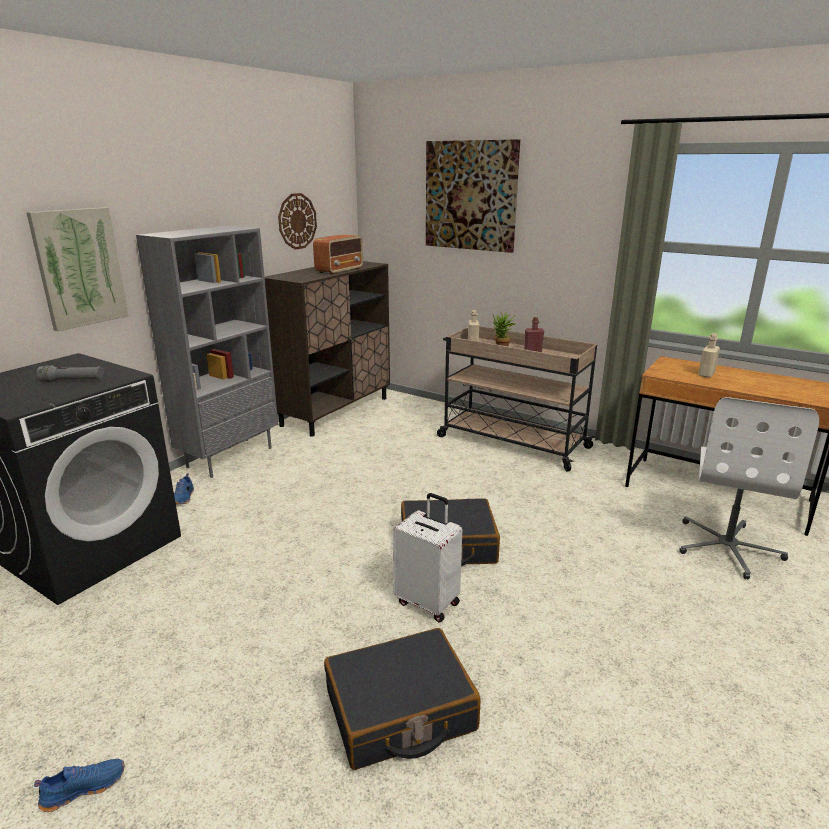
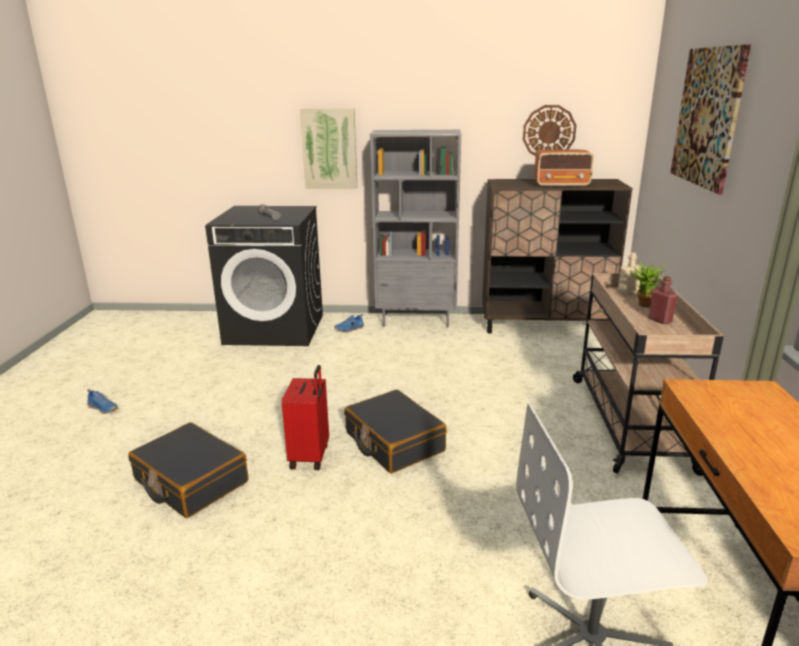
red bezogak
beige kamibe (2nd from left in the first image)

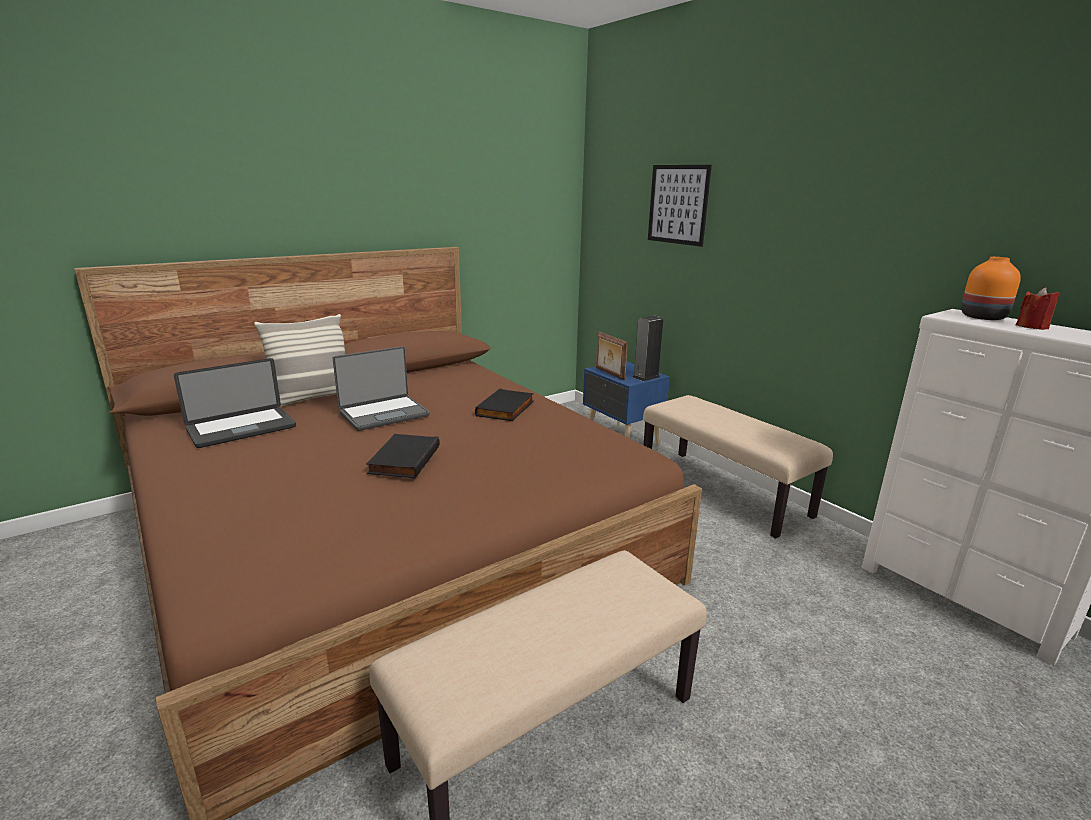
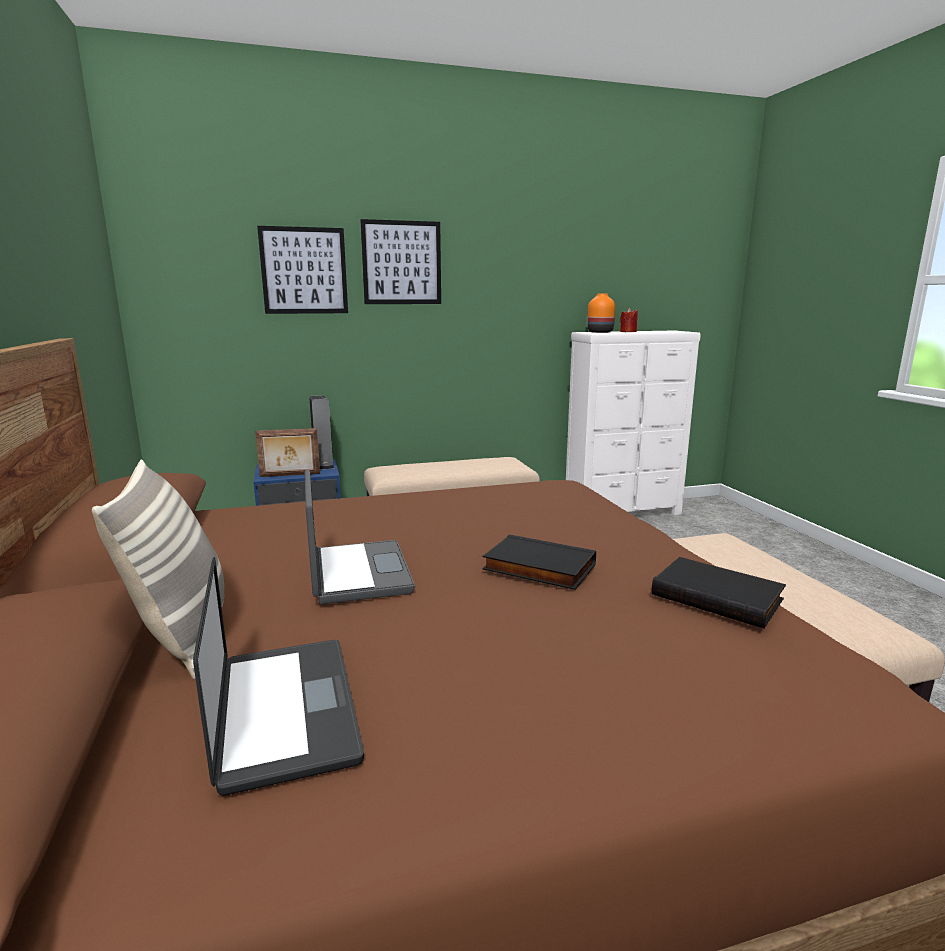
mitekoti (2nd from left)
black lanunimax (2nd from left)

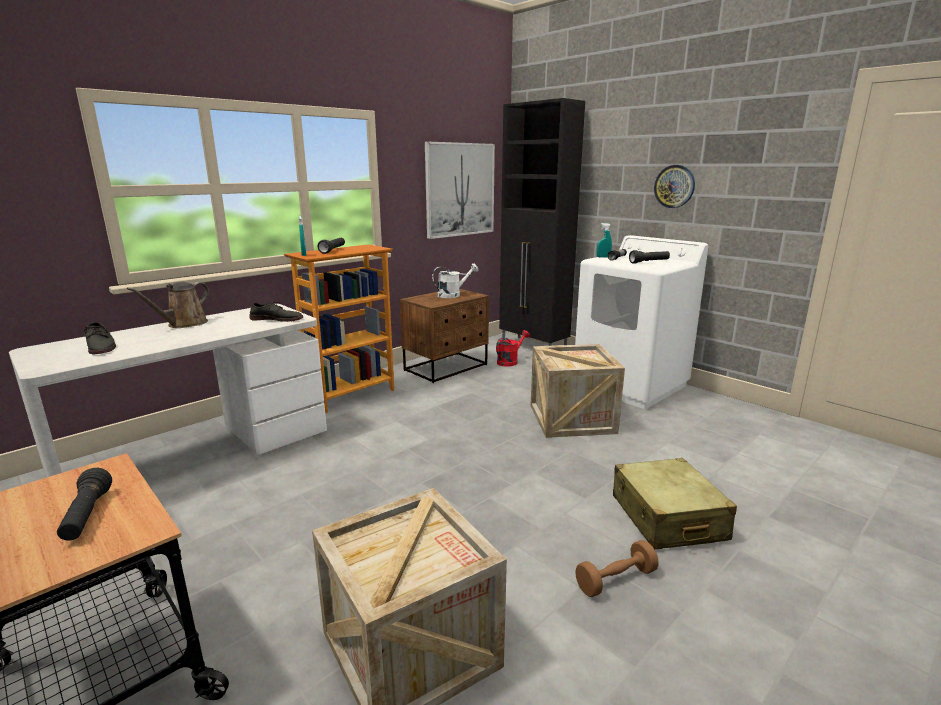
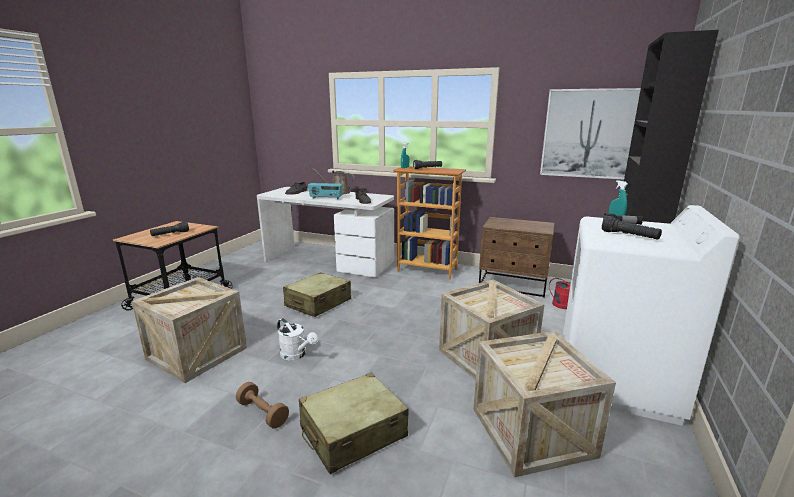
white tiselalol
beige bezogak (1st from left)
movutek
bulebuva (3rd from left)
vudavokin

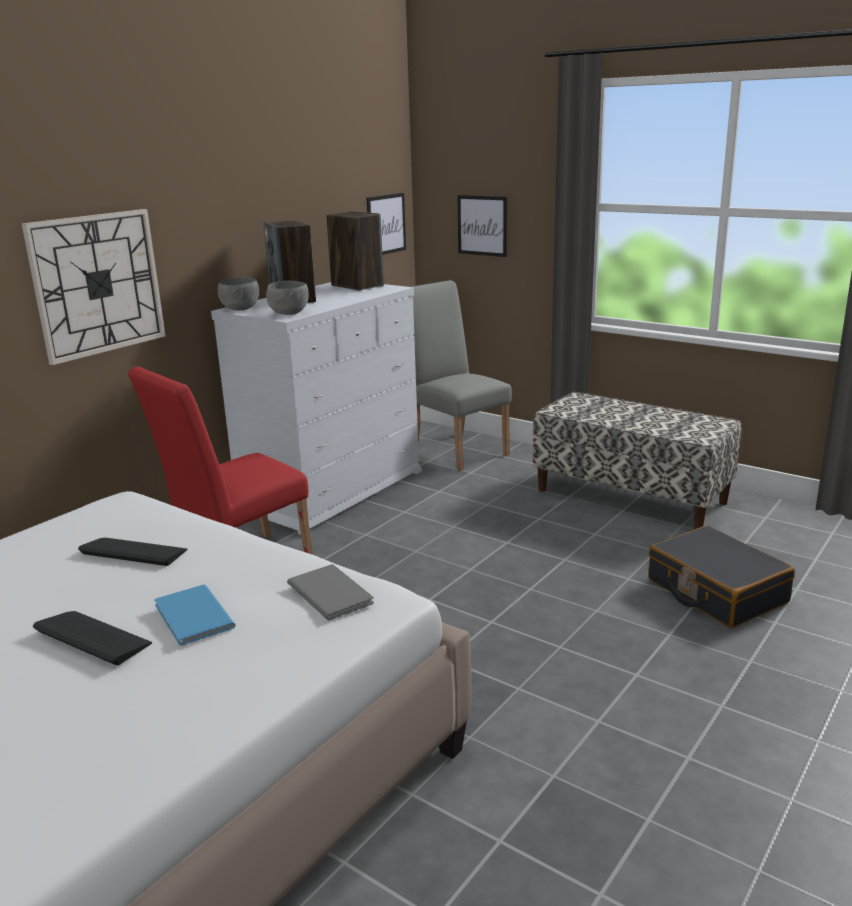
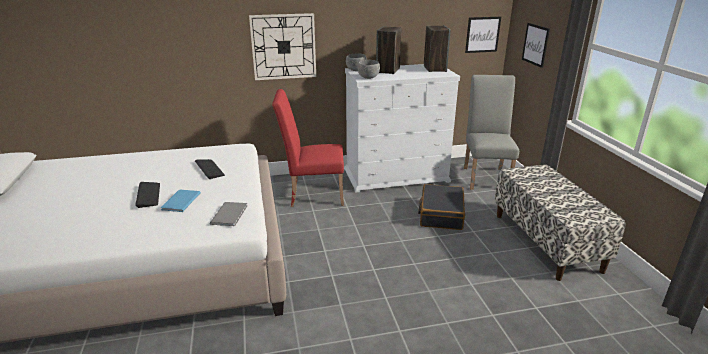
black bezogak

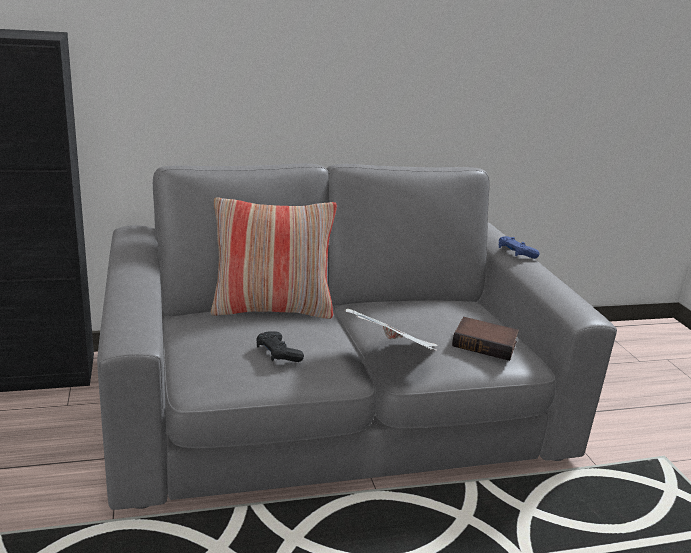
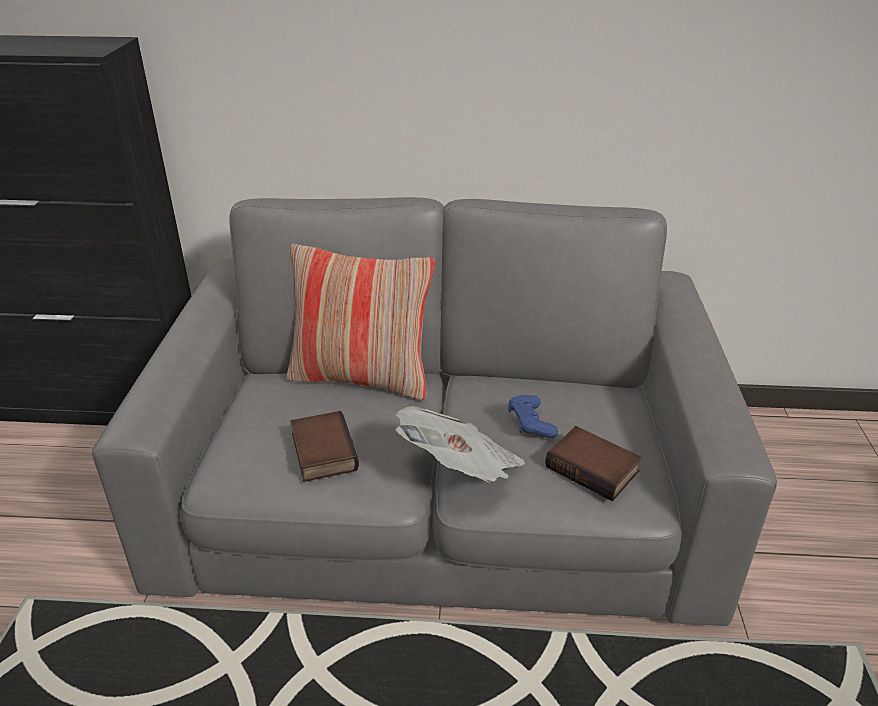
lanunimax (1st from left)
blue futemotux

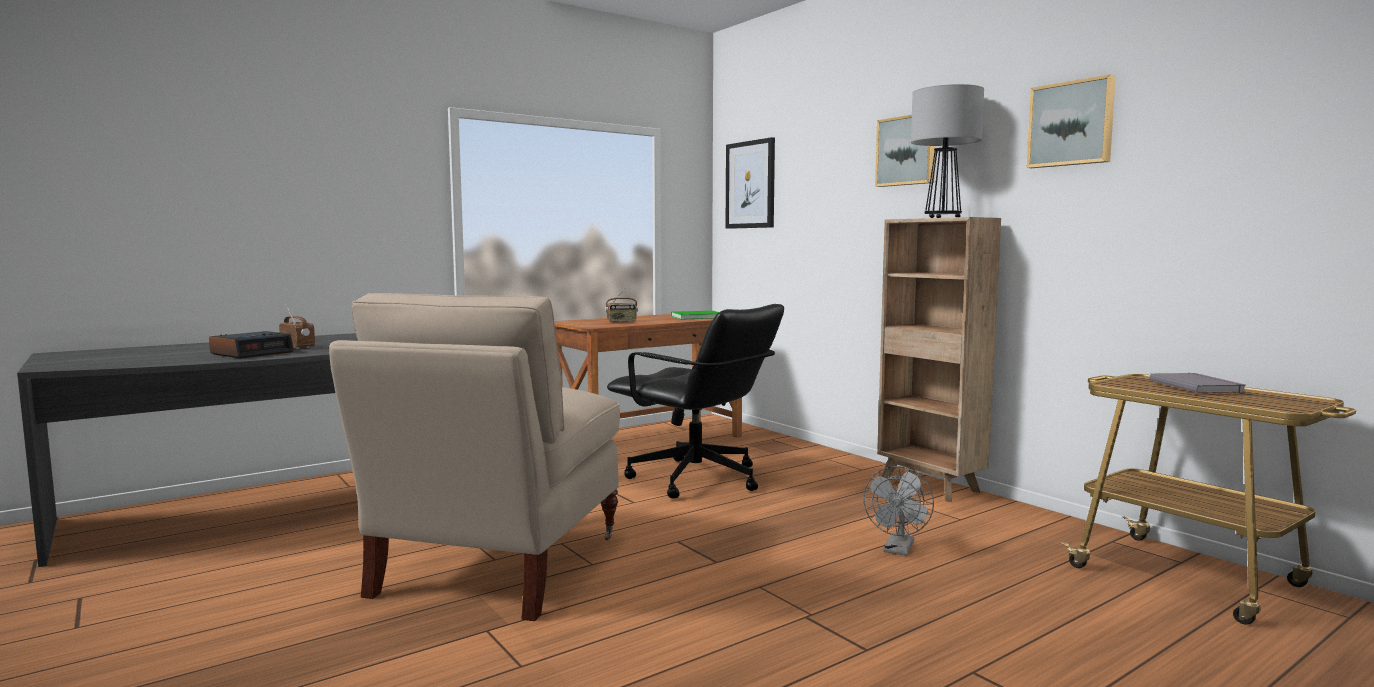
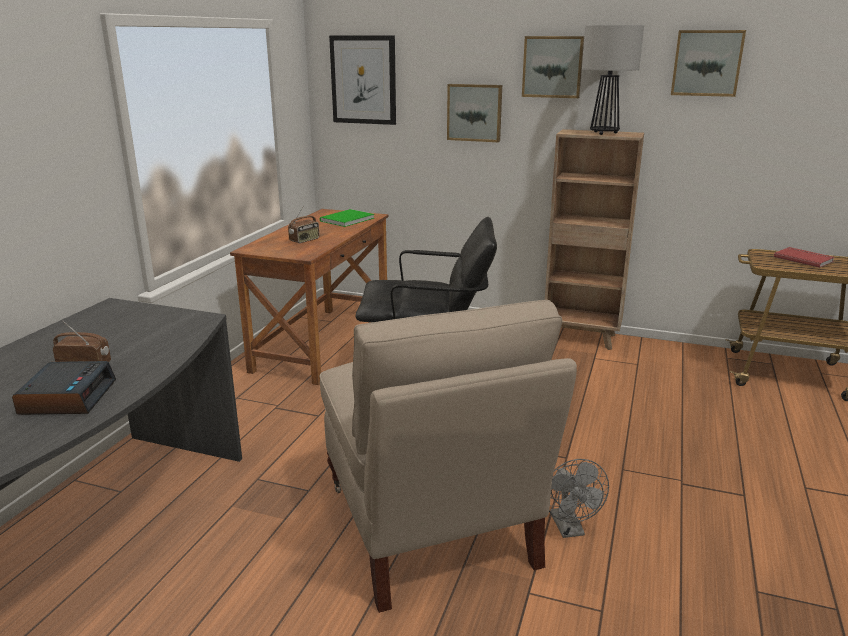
mitekoti (2nd from left)
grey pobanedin
red lanunimax

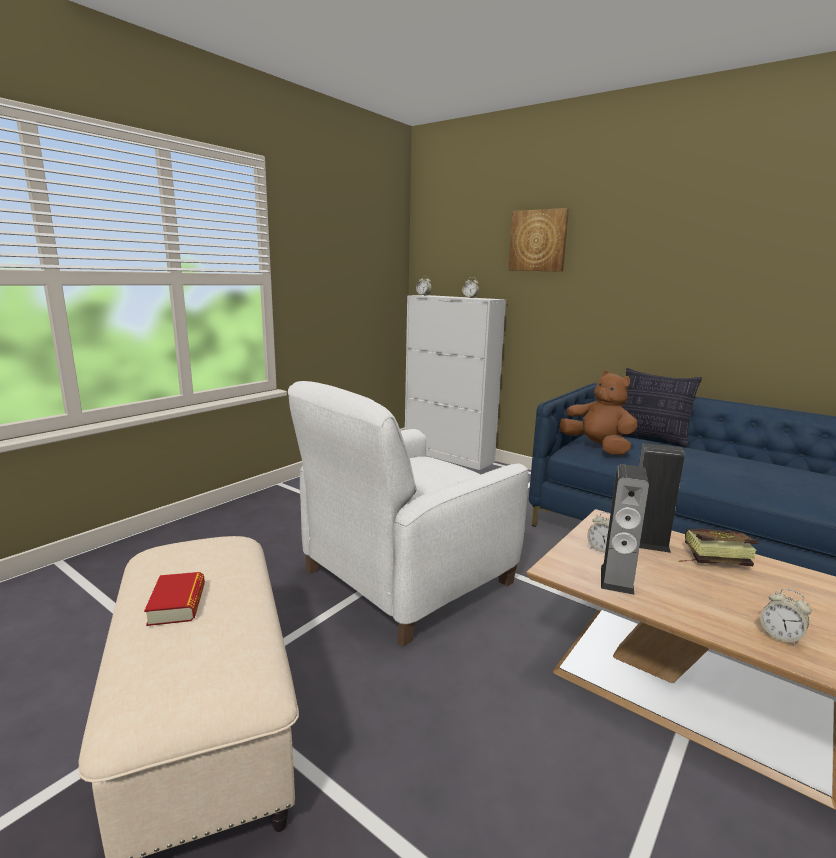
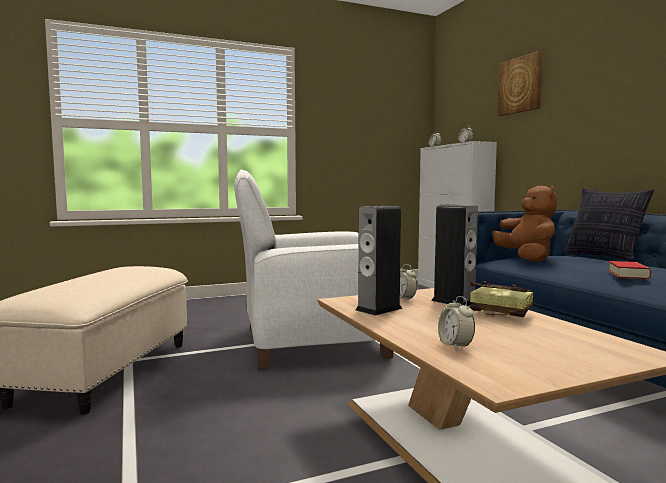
lanunimax (2nd from left)

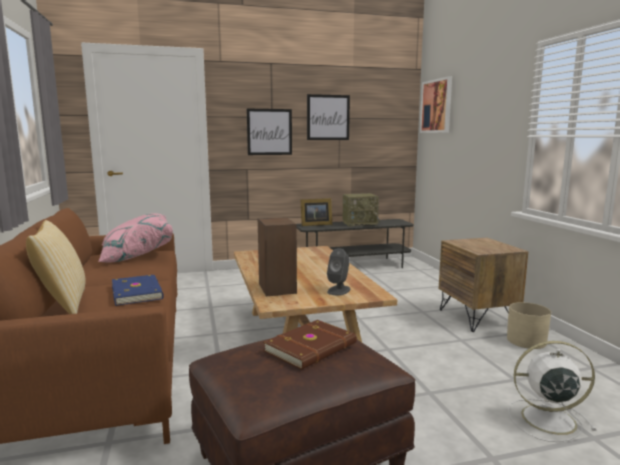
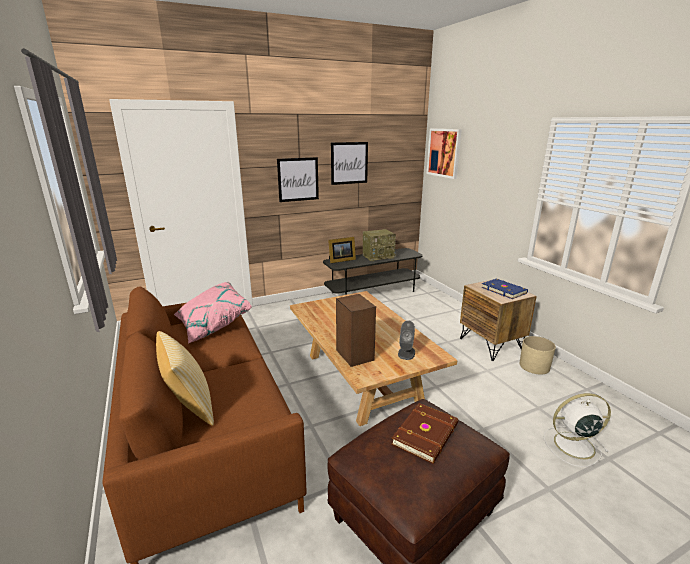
blue lanunimax

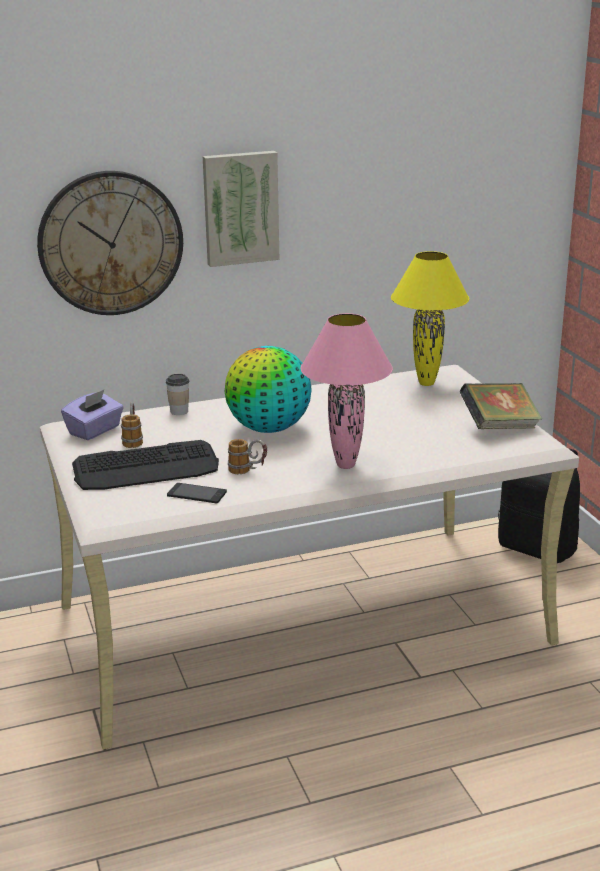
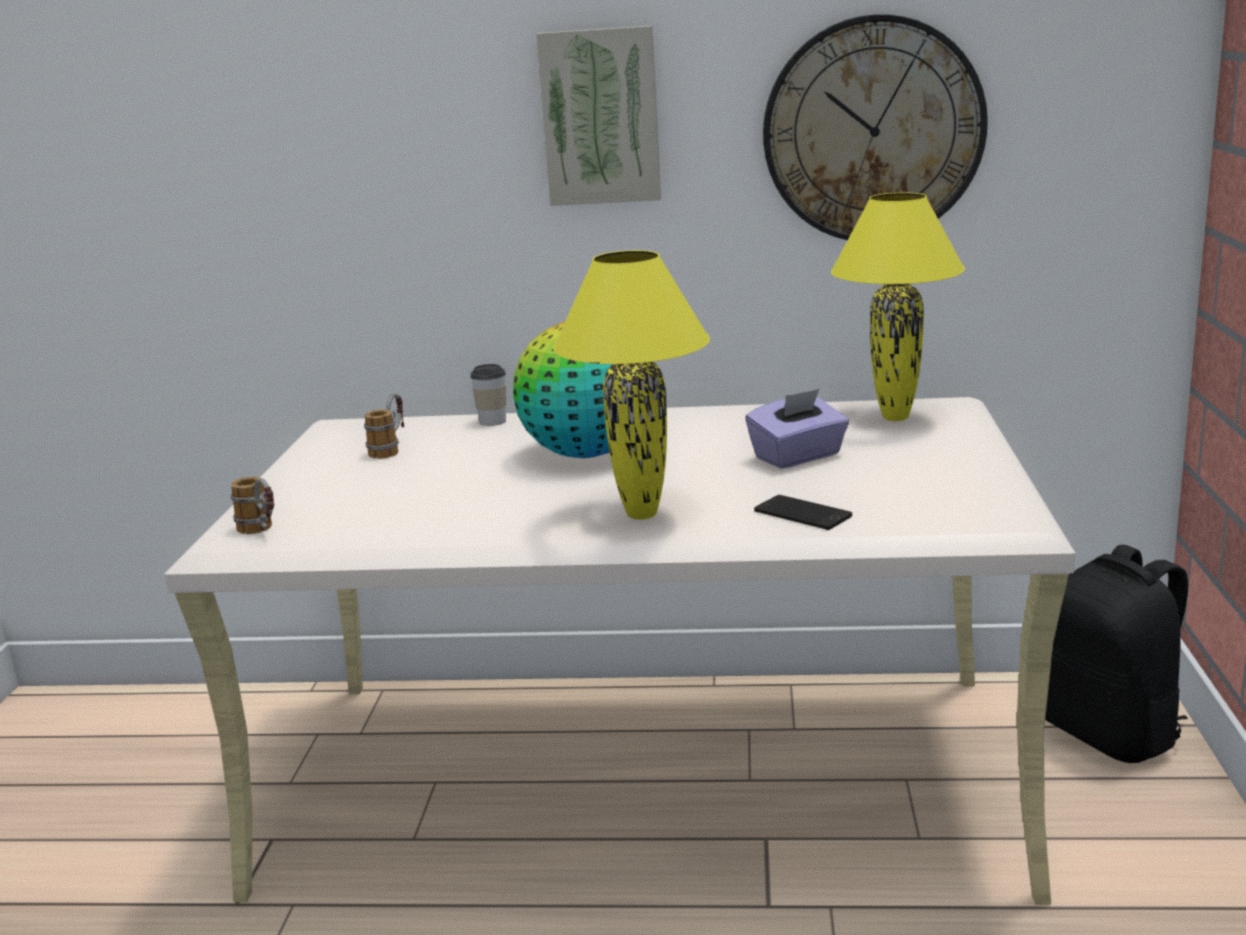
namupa (1st from left)
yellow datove (1st from left)
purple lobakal
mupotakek
vudavokin
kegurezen
lanunimax

